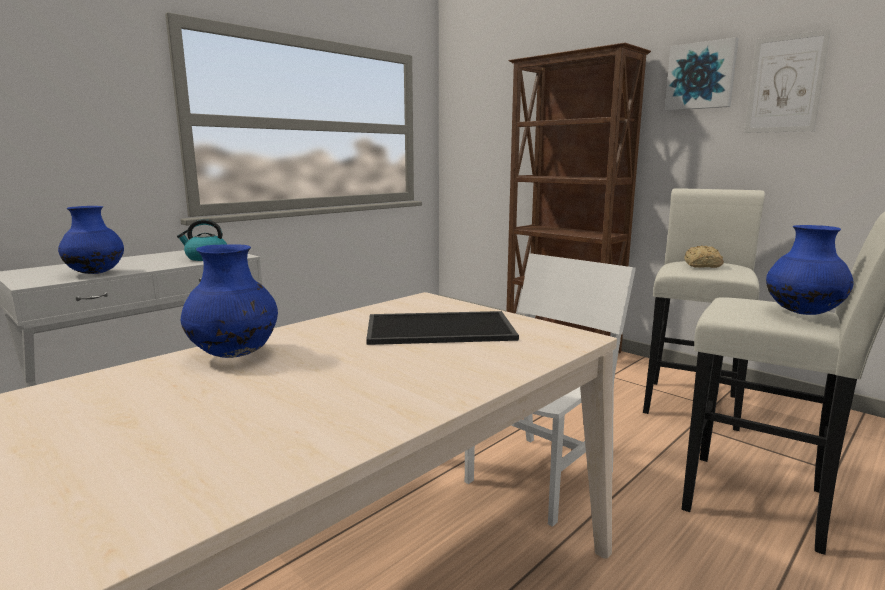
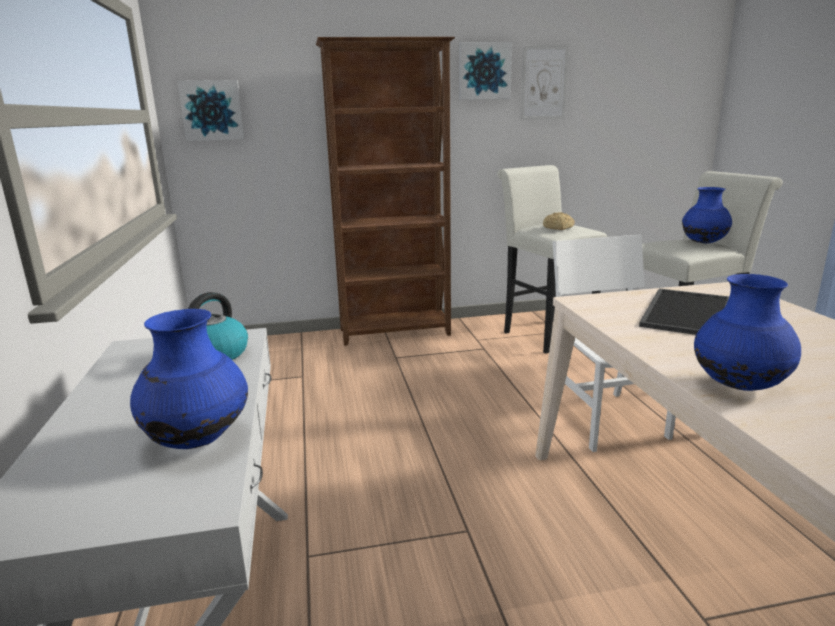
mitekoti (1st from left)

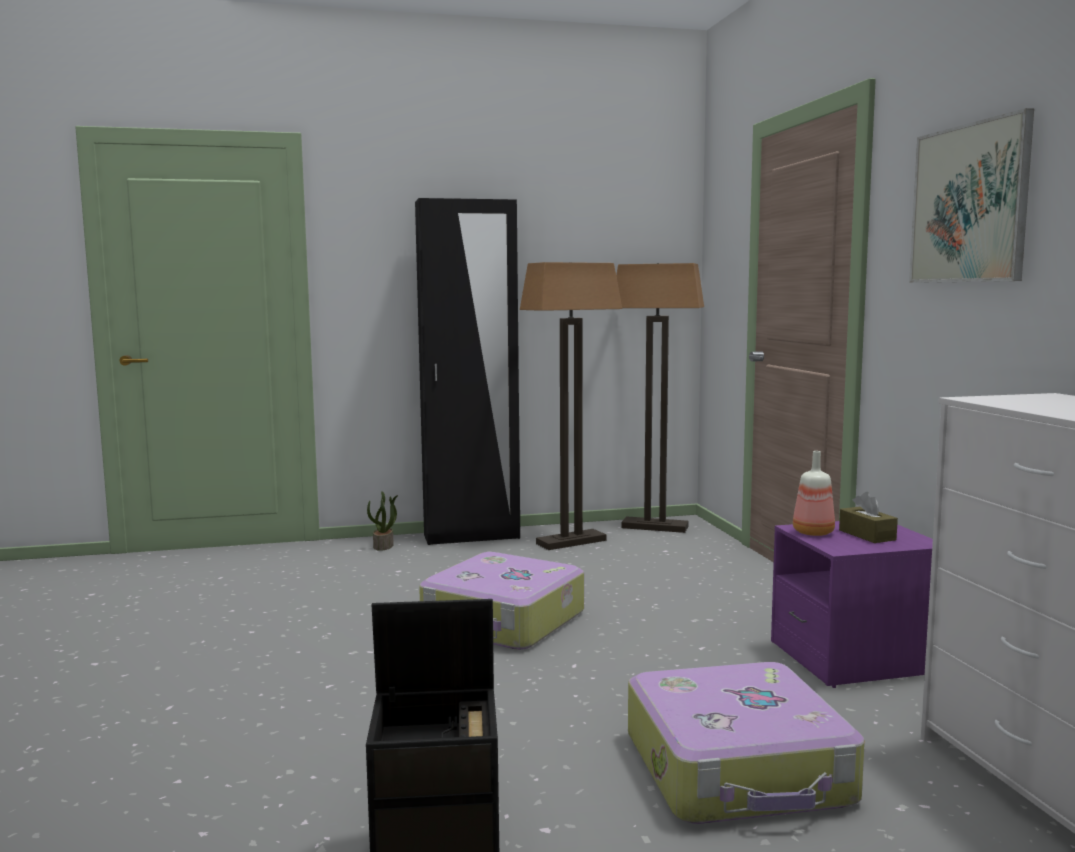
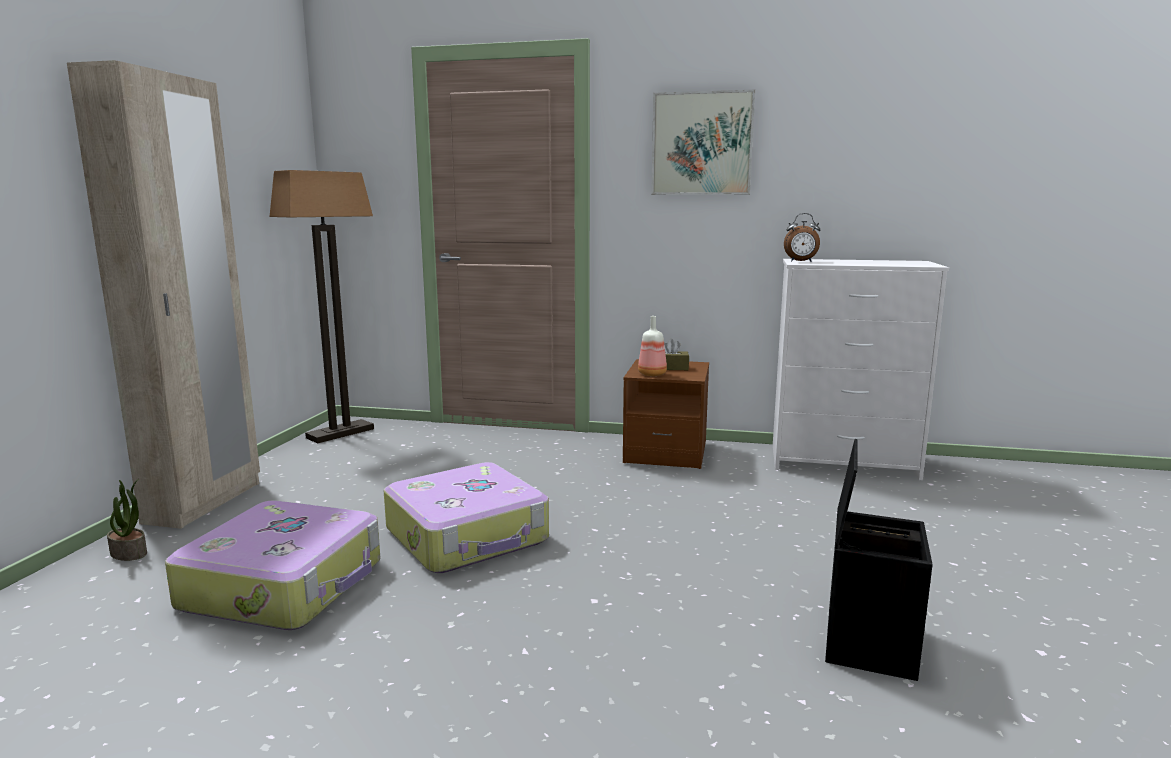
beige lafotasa
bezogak (1st from left)
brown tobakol
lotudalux
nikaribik (1st from left in the first image)

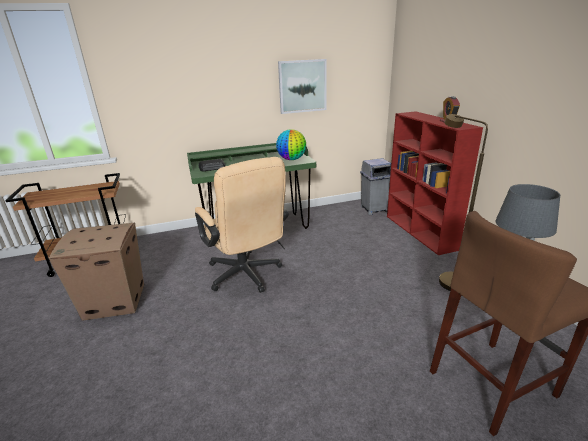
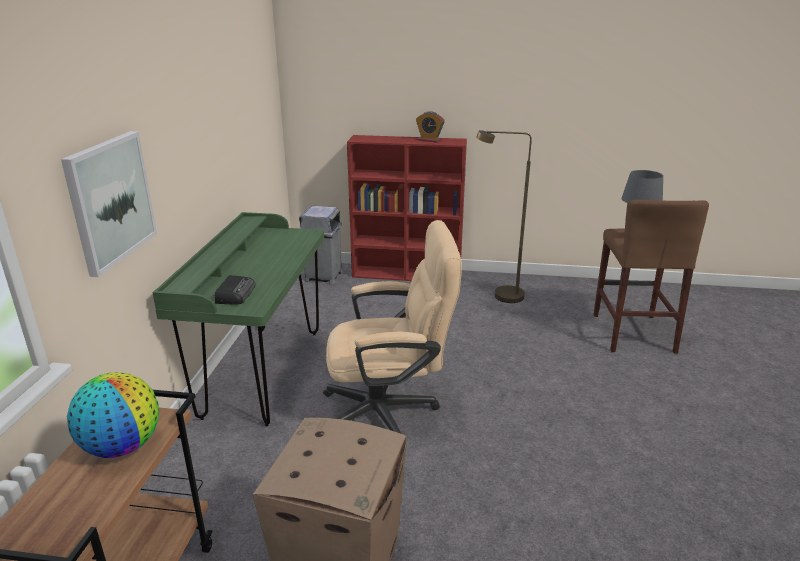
mitekoti
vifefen

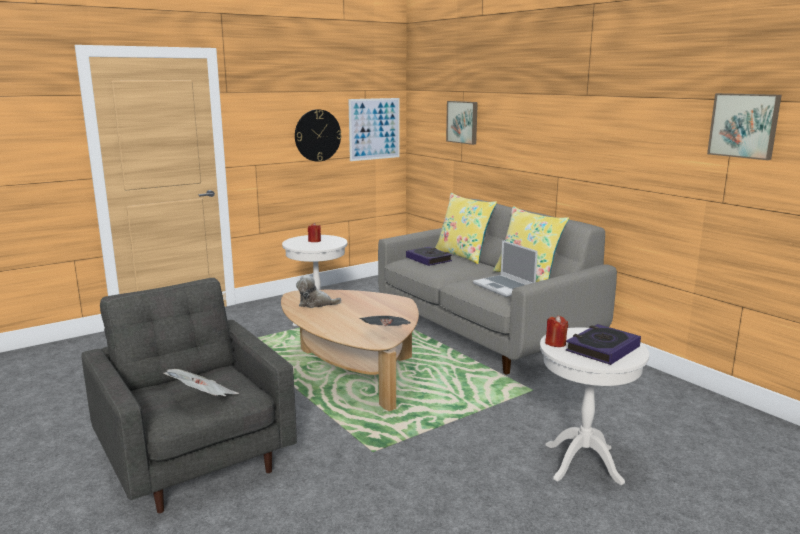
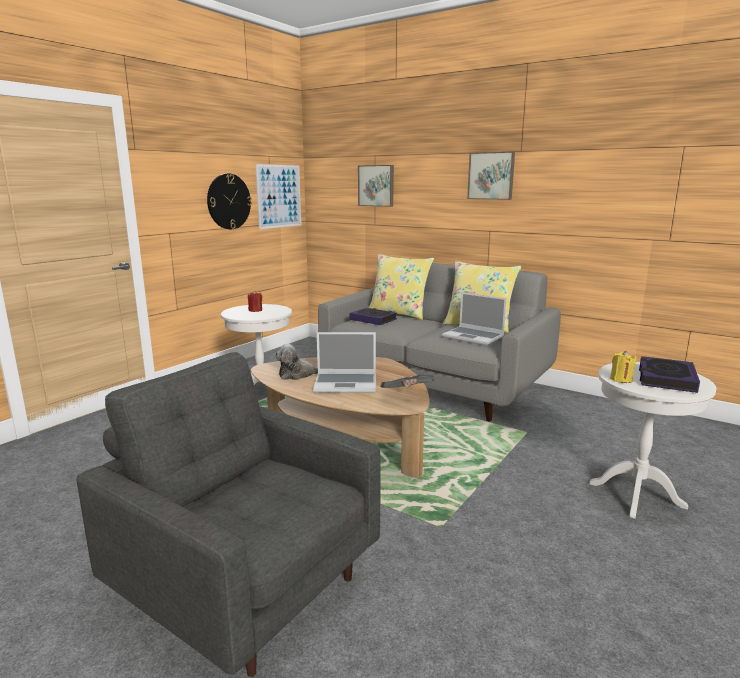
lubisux (1st from left)
mitekoti (3rd from left)
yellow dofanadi
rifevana (1st from left in the first image)

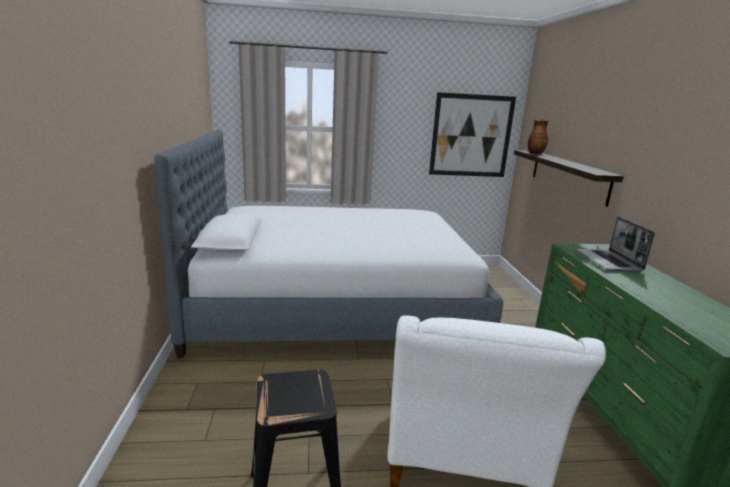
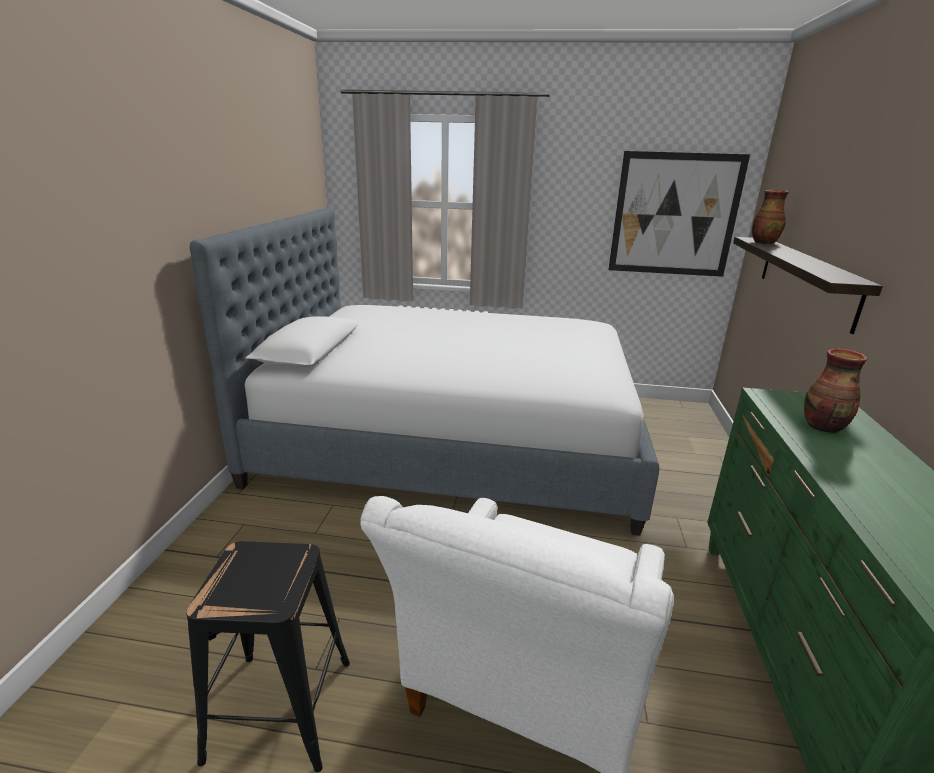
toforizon (2nd from left)

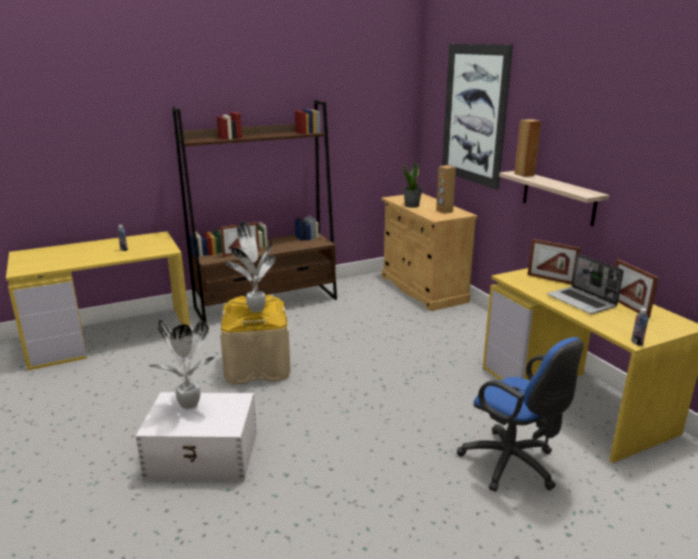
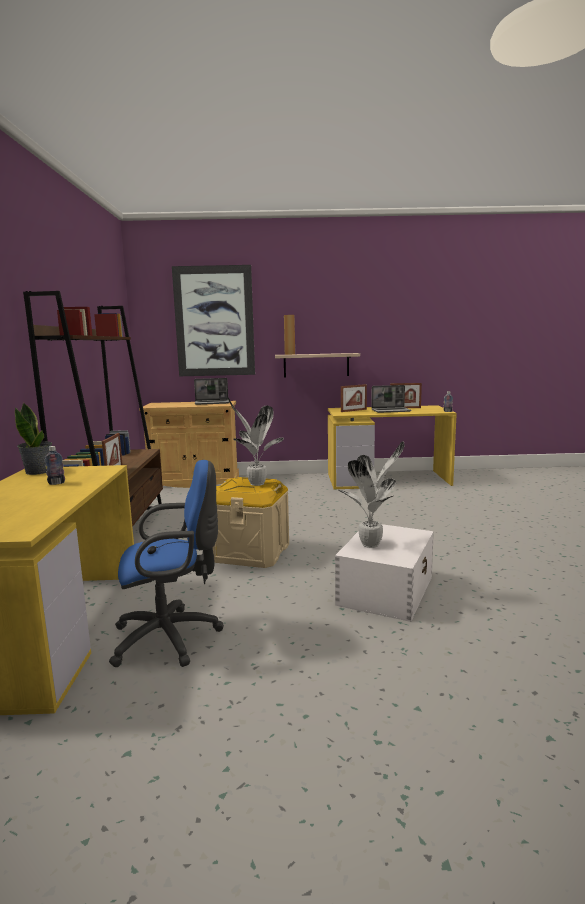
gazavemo (1st from left)
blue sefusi
lubisux (1st from left)

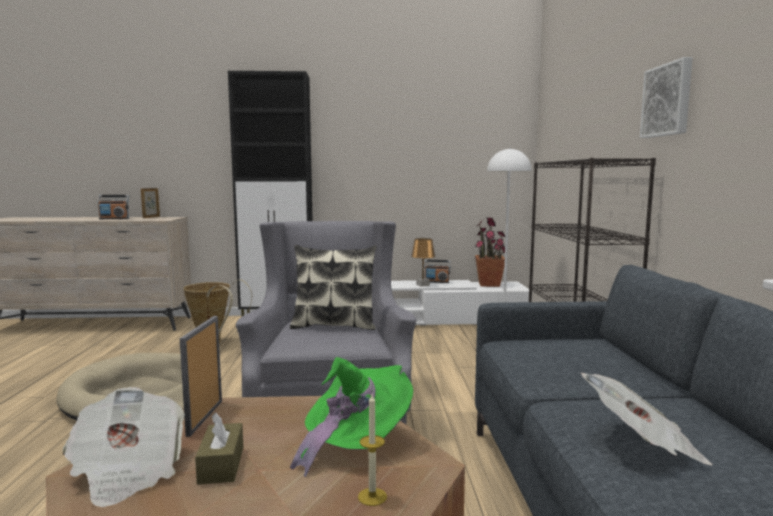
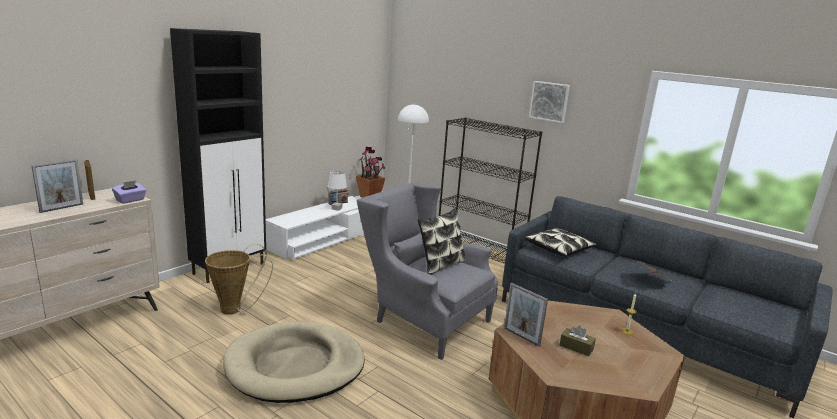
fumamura (1st from left)
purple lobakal
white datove
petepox (2nd from left)
rifevana (1st from left in the first image)
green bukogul

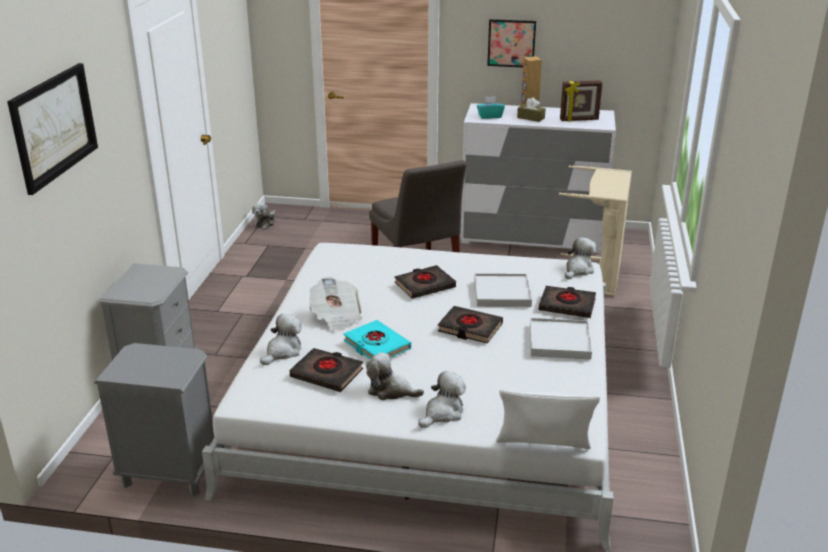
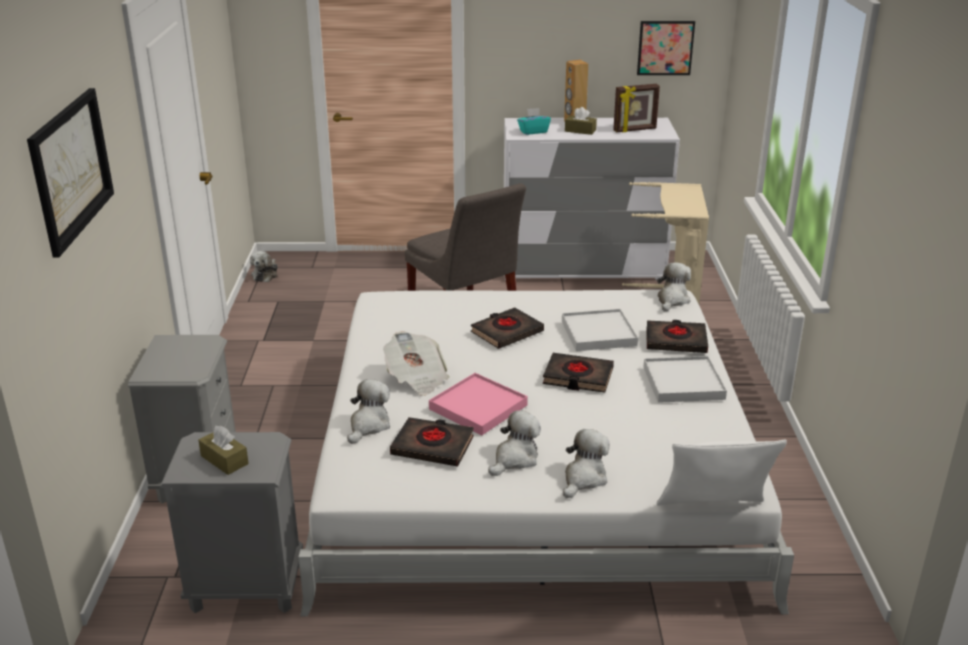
brown lobakal (1st from left)
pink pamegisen
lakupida (3rd from left)
mitekoti (2nd from left)

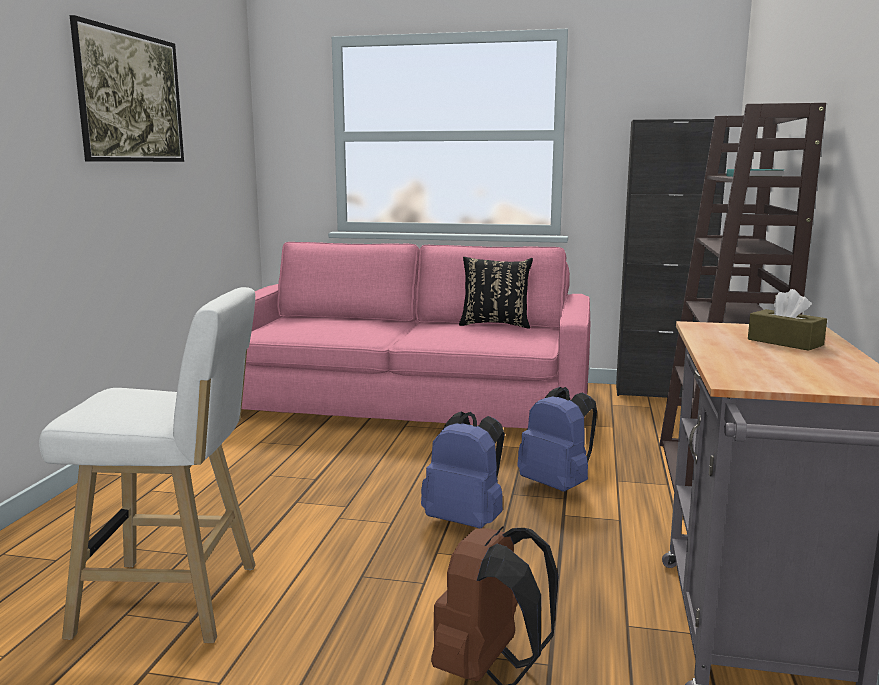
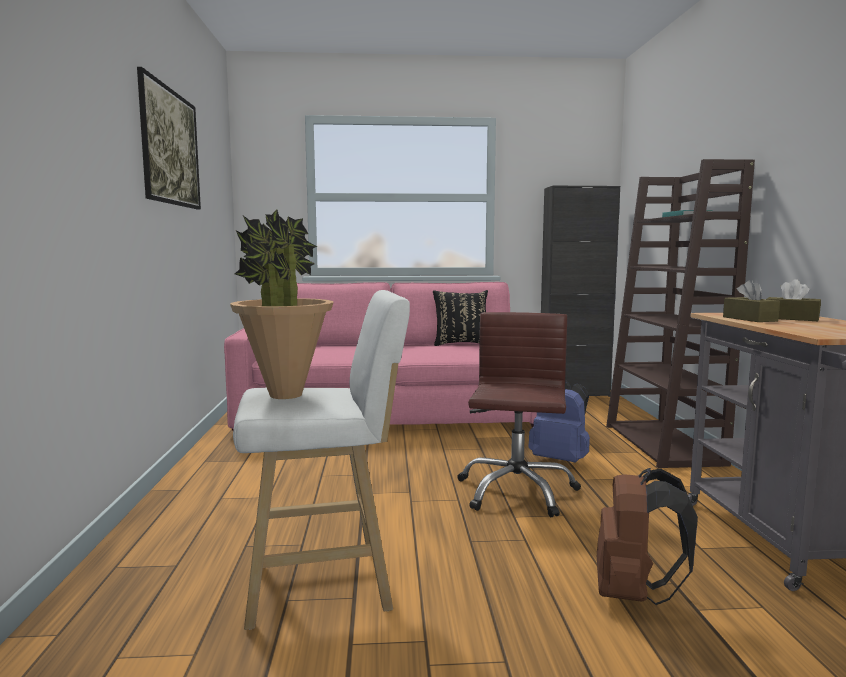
gazavemo
brown sefusi
brown lobakal (1st from left)

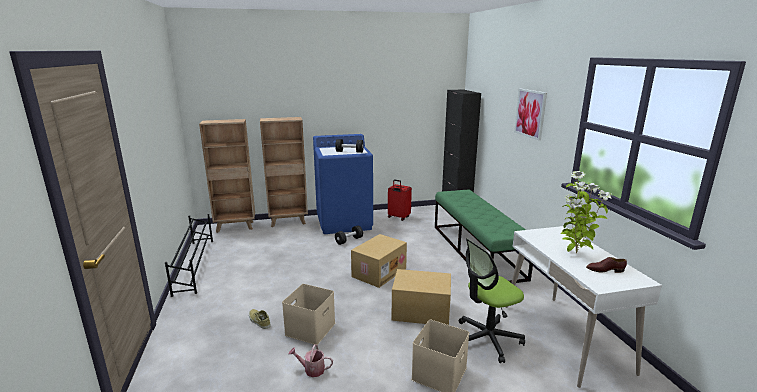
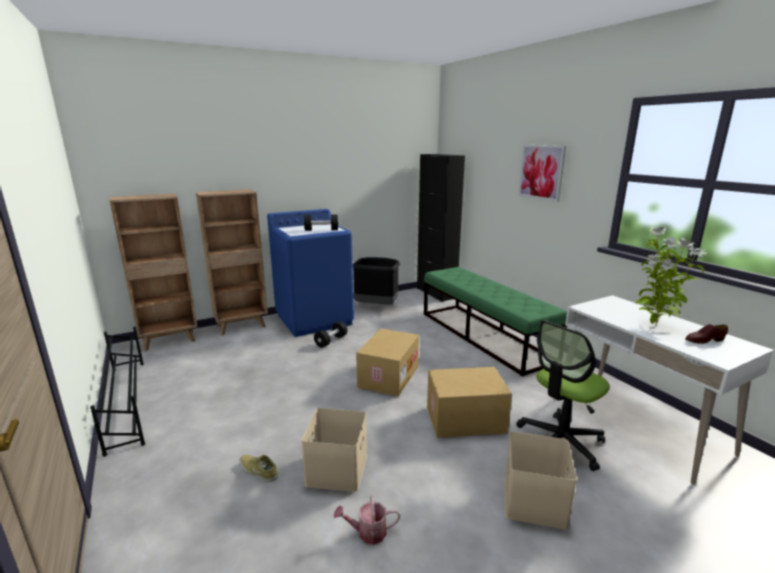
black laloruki

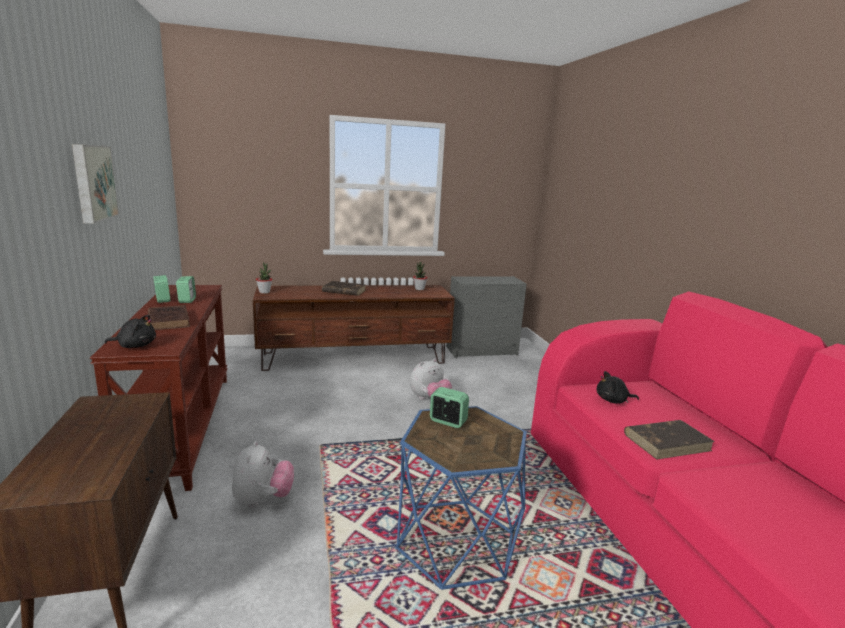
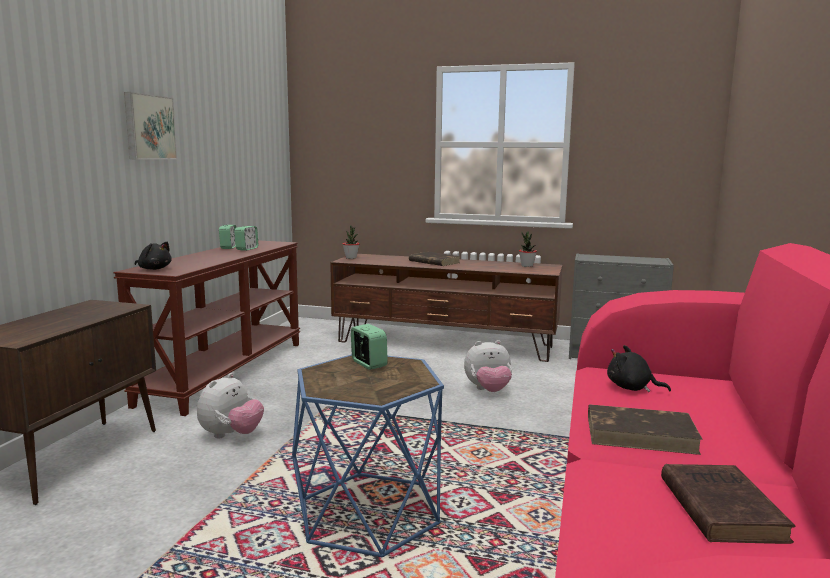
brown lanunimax (3rd from left)

